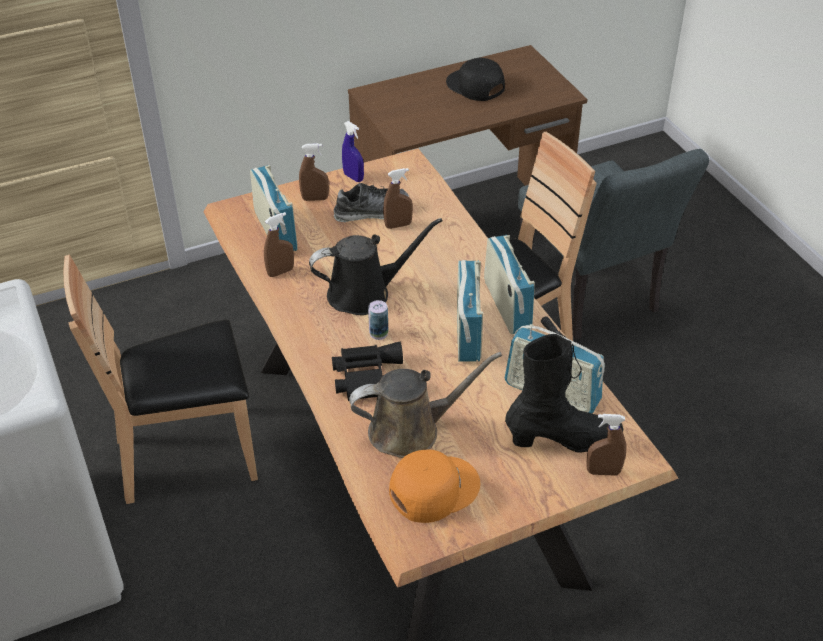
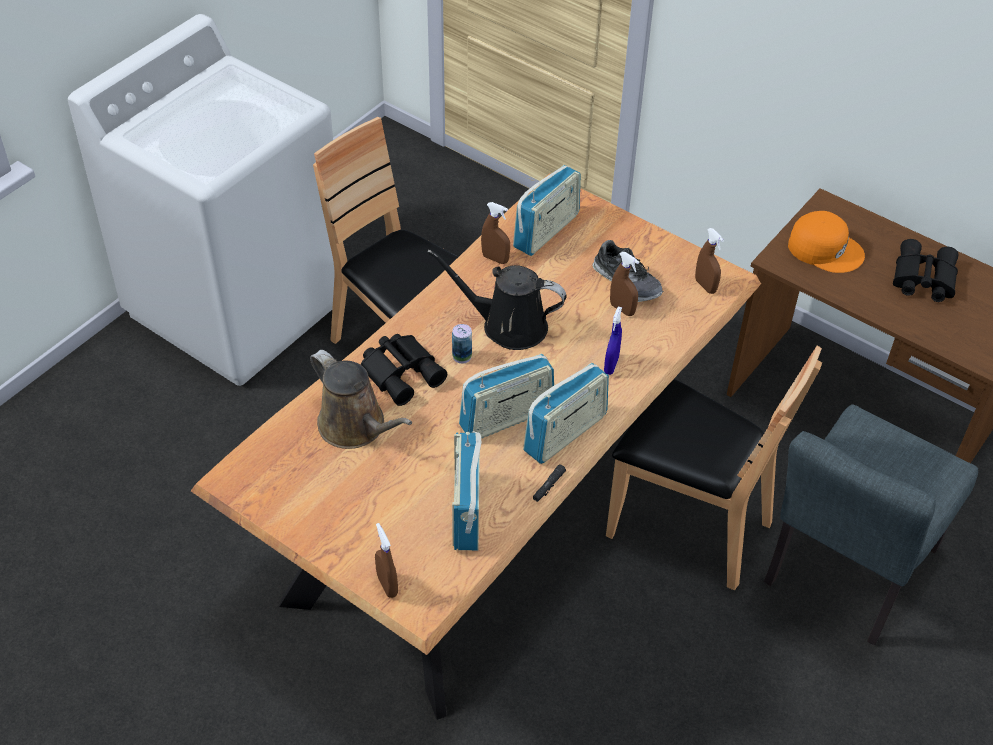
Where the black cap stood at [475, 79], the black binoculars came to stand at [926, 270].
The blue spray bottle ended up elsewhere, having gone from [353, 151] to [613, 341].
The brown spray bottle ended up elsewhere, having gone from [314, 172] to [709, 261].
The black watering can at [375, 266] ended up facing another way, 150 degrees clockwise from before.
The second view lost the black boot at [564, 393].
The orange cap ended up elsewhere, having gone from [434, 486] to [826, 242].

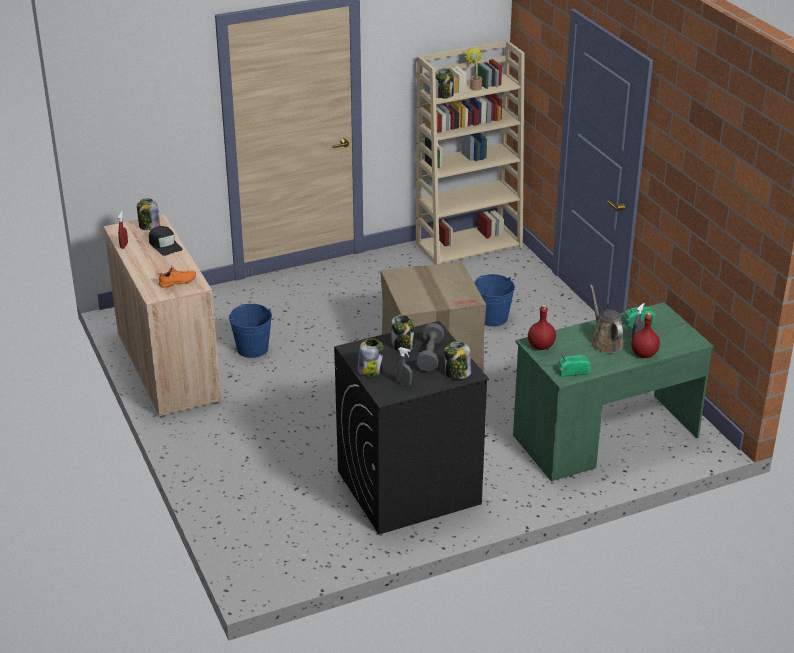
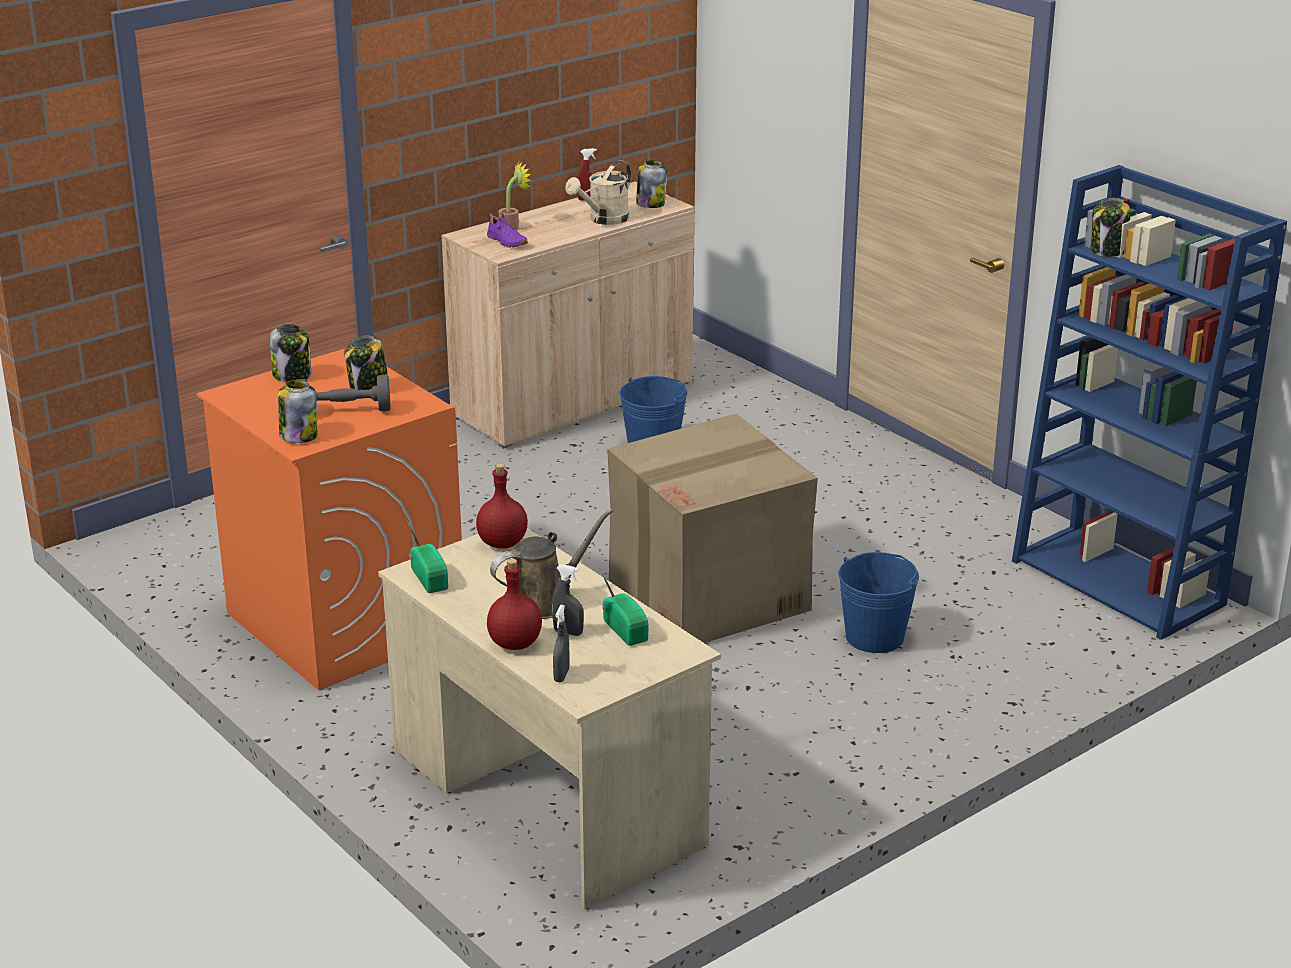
What was the beige bookcase at [470, 153] turned into the blue bookcase at [1149, 402].
The potted plant ended up elsewhere, having gone from [473, 69] to [515, 195].
Where the black cap stood at [165, 241], the beige watering can came to stand at [598, 192].
What was the orange shoe at [177, 276] turned into the purple shoe at [507, 229].
What was the green desk at [613, 391] turned into the beige desk at [549, 719].
What was the black washing machine at [411, 428] turned into the orange washing machine at [329, 519].
The grey spray bottle ended up elsewhere, having gone from [403, 366] to [561, 643].

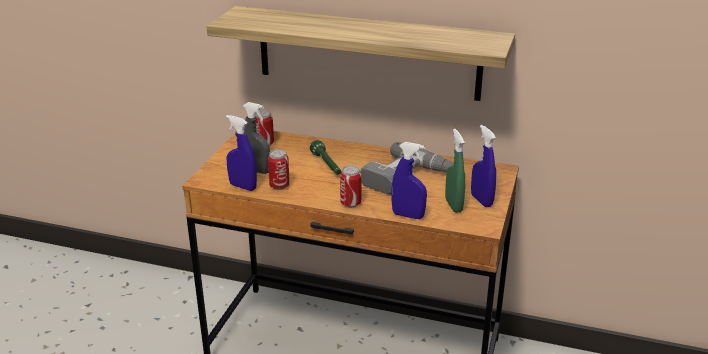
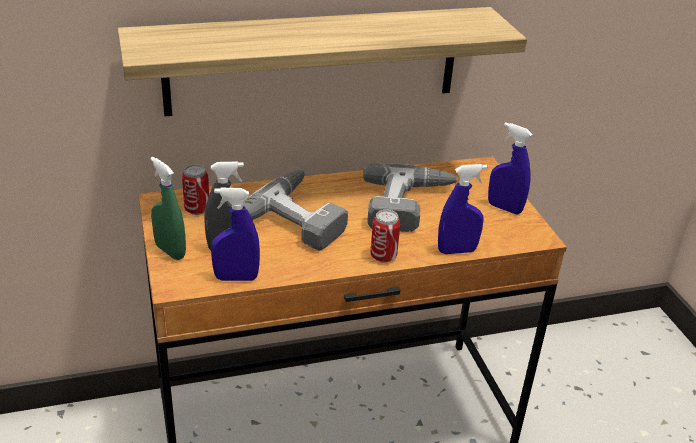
The green spray bottle ended up elsewhere, having gone from [455, 171] to [168, 208].
Where the green flashlight stood at [325, 157], the power drill came to stand at [295, 210].
The second view lost the can at [279, 169].

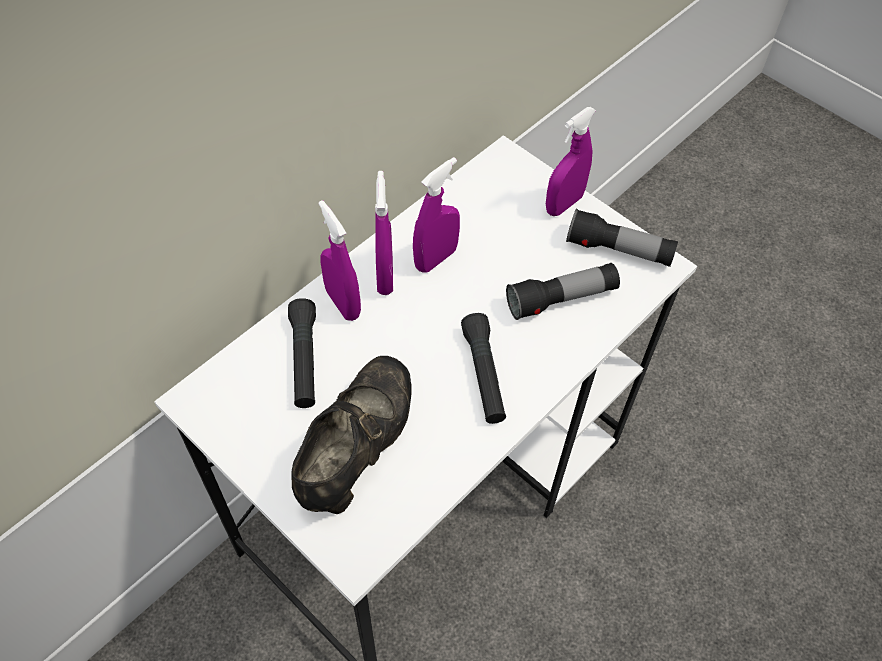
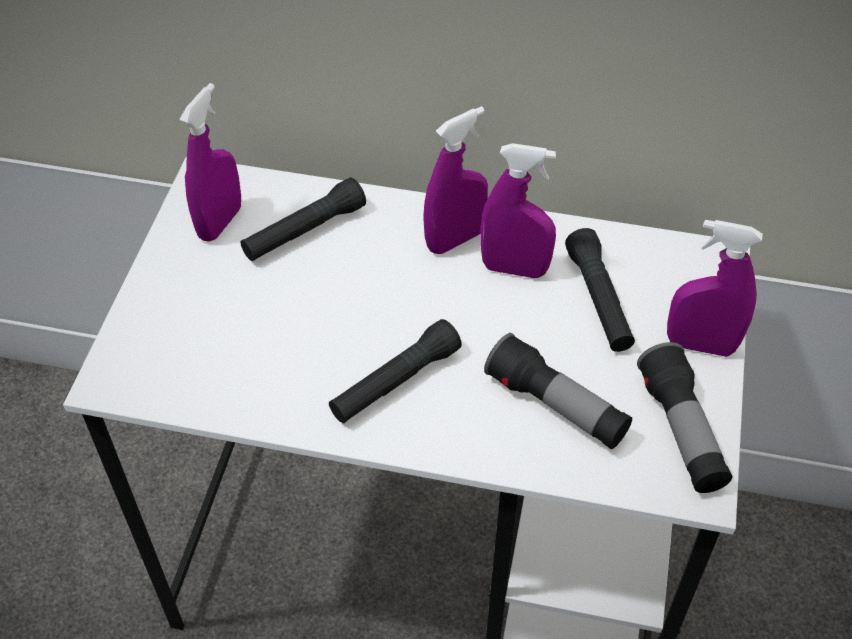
The purple spray bottle ended up elsewhere, having gone from [340, 260] to [210, 162].
The second view lost the black shoe at [351, 435].
The second view gained the black flashlight at [600, 290].

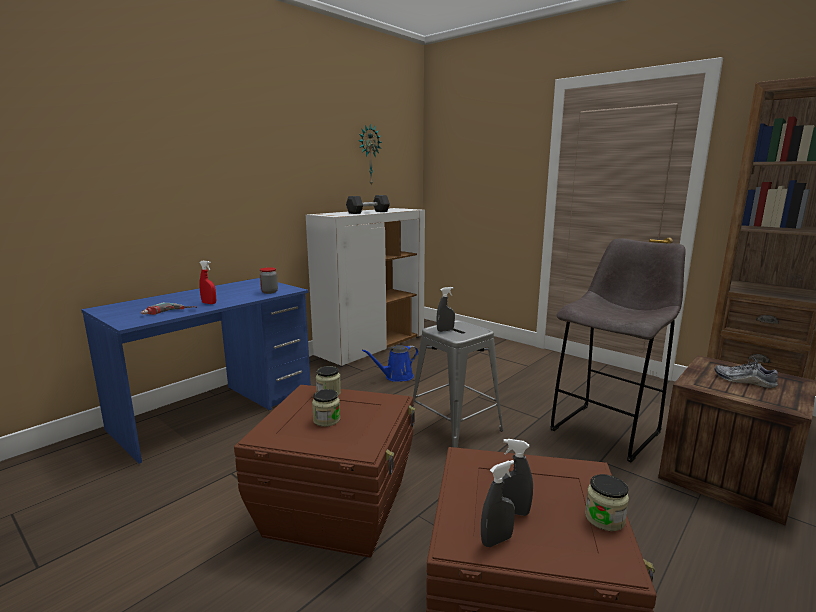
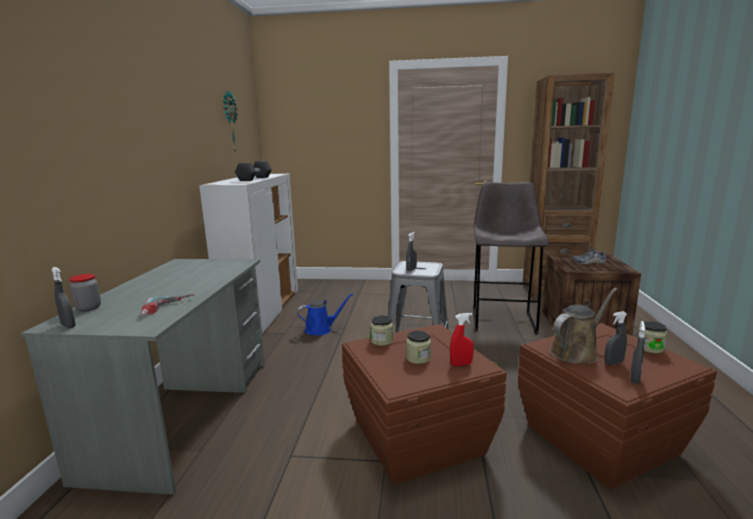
The red spray bottle ended up elsewhere, having gone from [207, 282] to [462, 339].
The jar ended up elsewhere, having gone from [269, 280] to [85, 293].
What was the blue desk at [196, 371] turned into the grey desk at [143, 377].
The blue watering can at [390, 363] ended up facing another way, 135 degrees counterclockwise from before.
The second view gained the grey spray bottle at [63, 297].
The second view gained the brown watering can at [584, 326].

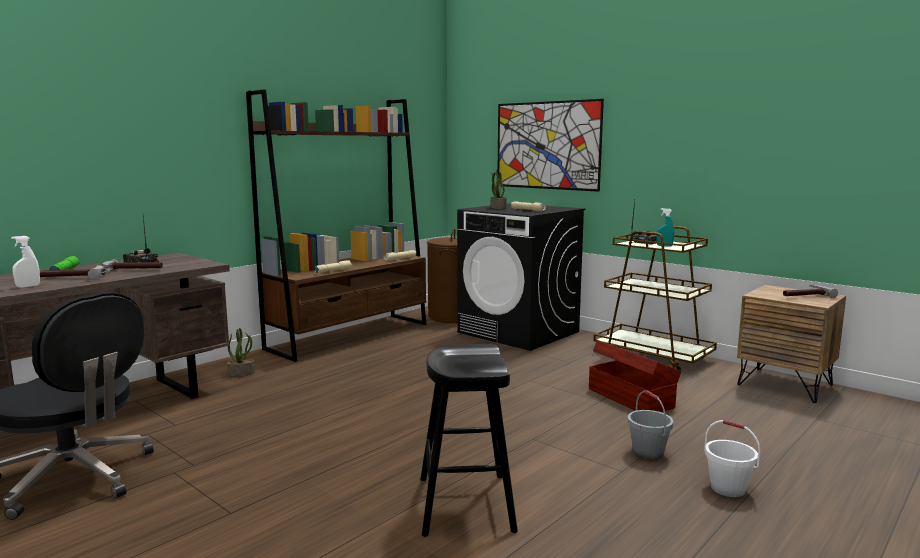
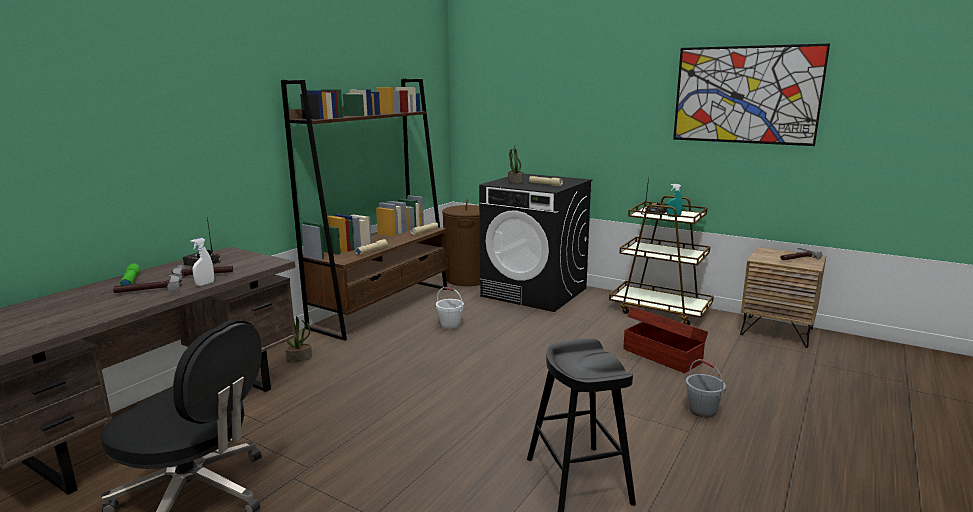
The picture ended up elsewhere, having gone from [550, 145] to [751, 94].
The white spray bottle ended up elsewhere, having gone from [25, 262] to [202, 262].
The white bucket ended up elsewhere, having gone from [732, 458] to [450, 308].

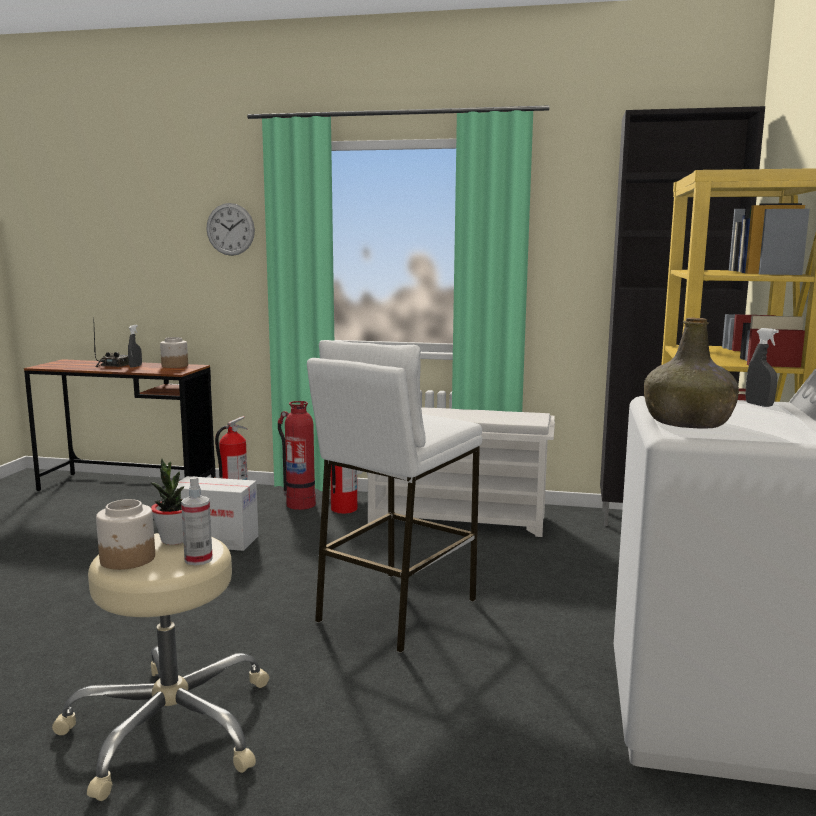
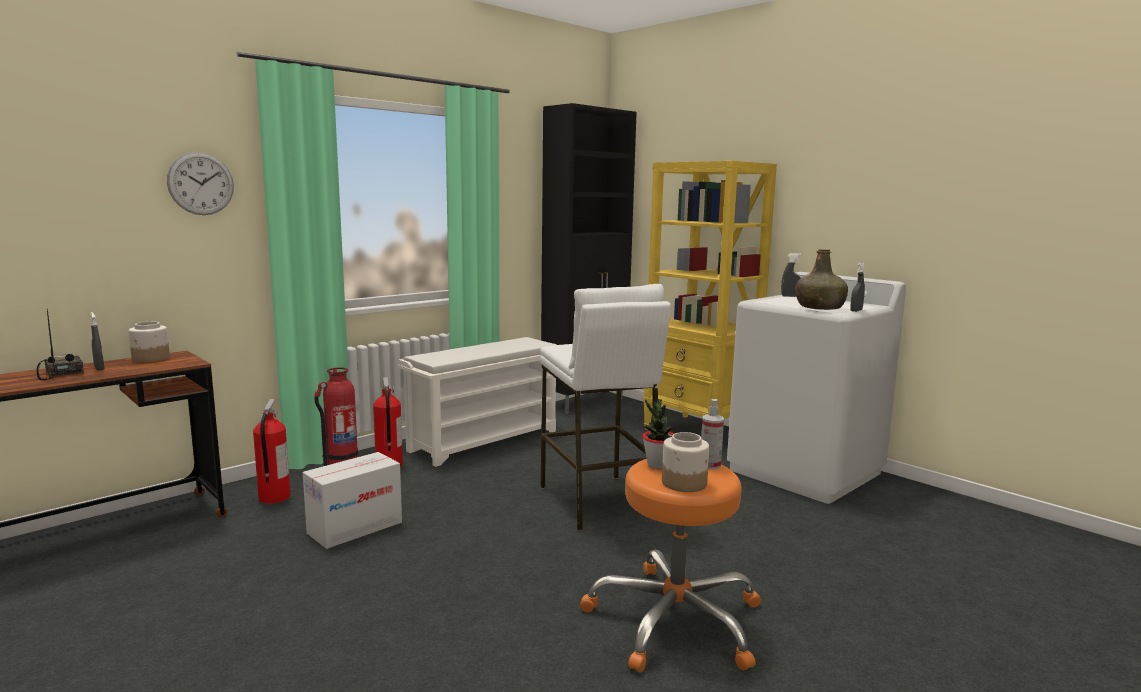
What was the beige stool at [160, 667] turned into the orange stool at [670, 566].
The second view gained the grey spray bottle at [857, 287].

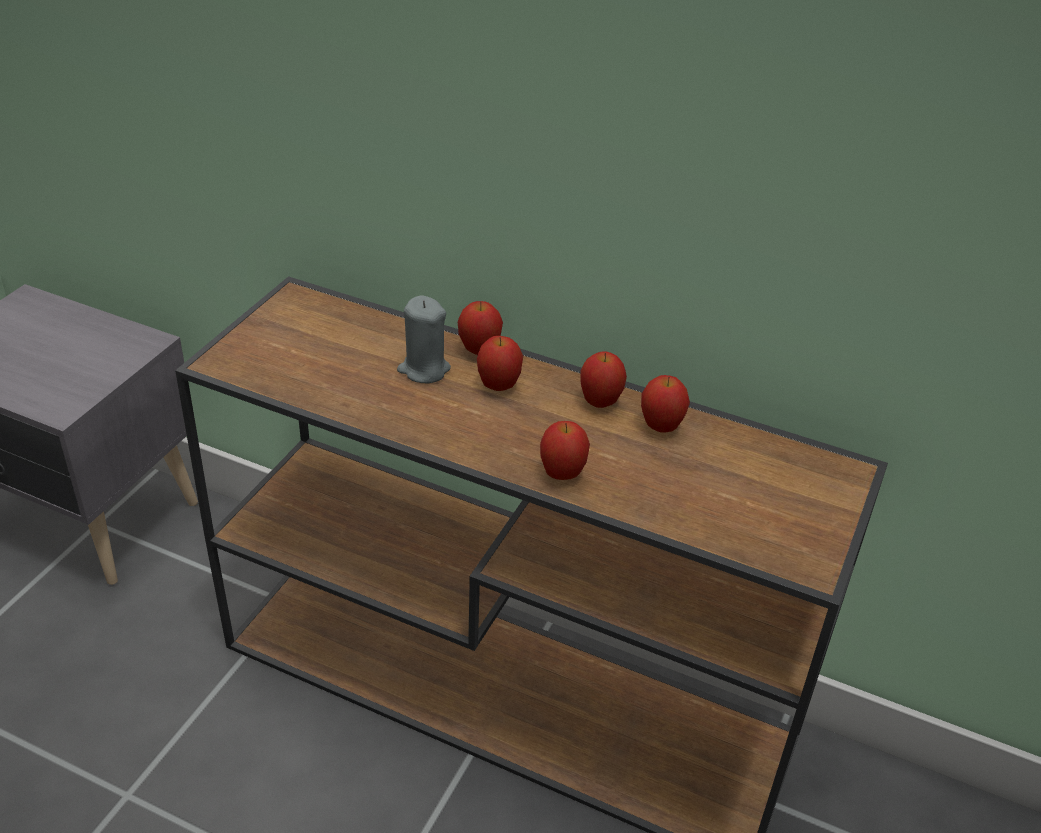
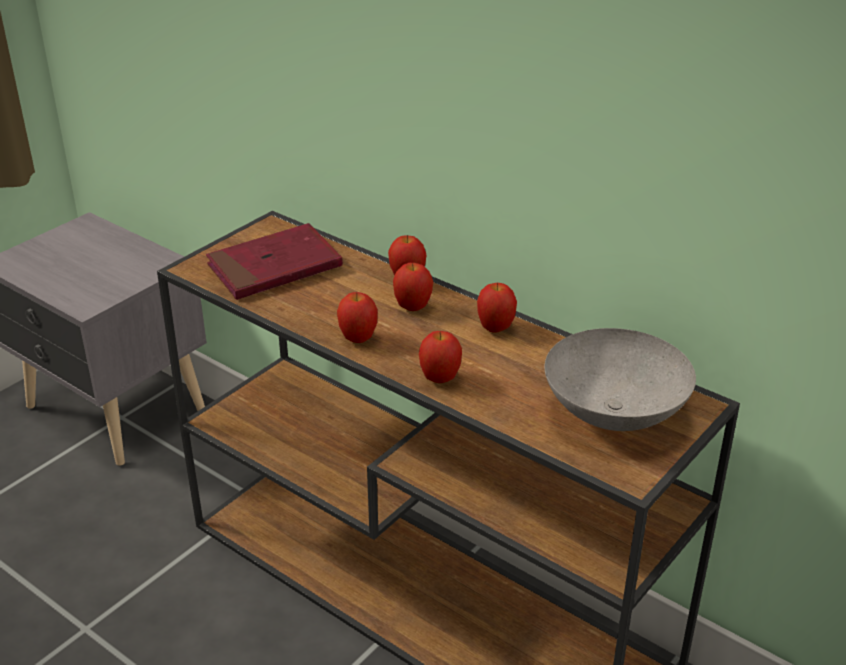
The second view lost the grey candle at [424, 339].
The apple ended up elsewhere, having gone from [665, 403] to [357, 317].
The second view gained the red book at [274, 261].
The second view gained the grey bowl at [620, 379].

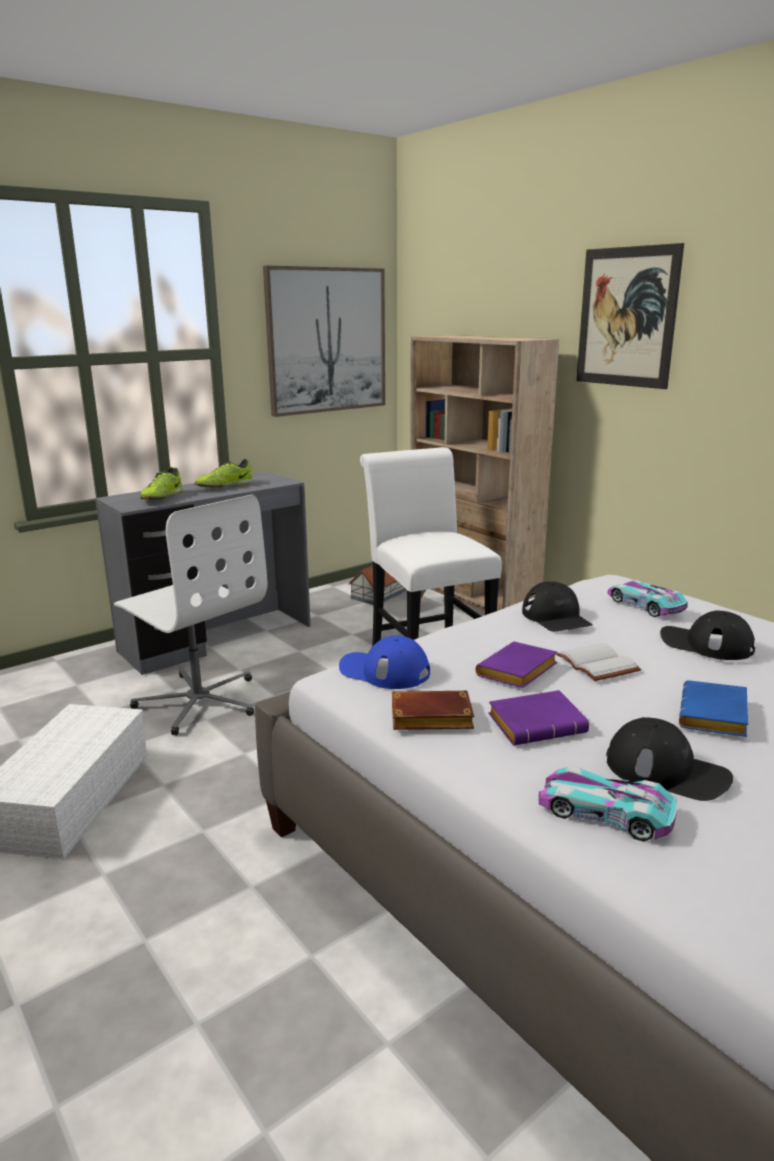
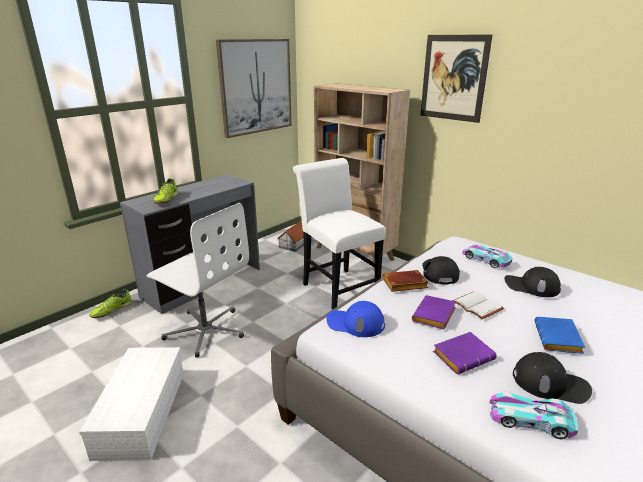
The shoe ended up elsewhere, having gone from [224, 473] to [111, 303].
The black cap at [557, 606] ended up facing another way, 150 degrees counterclockwise from before.
The brown book ended up elsewhere, having gone from [433, 710] to [405, 281].

